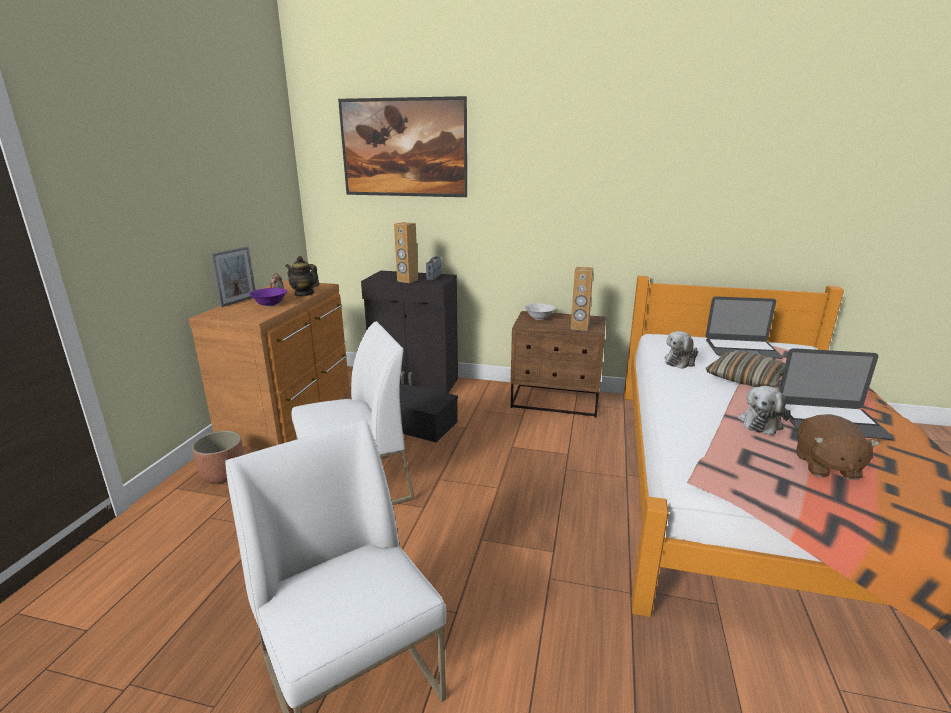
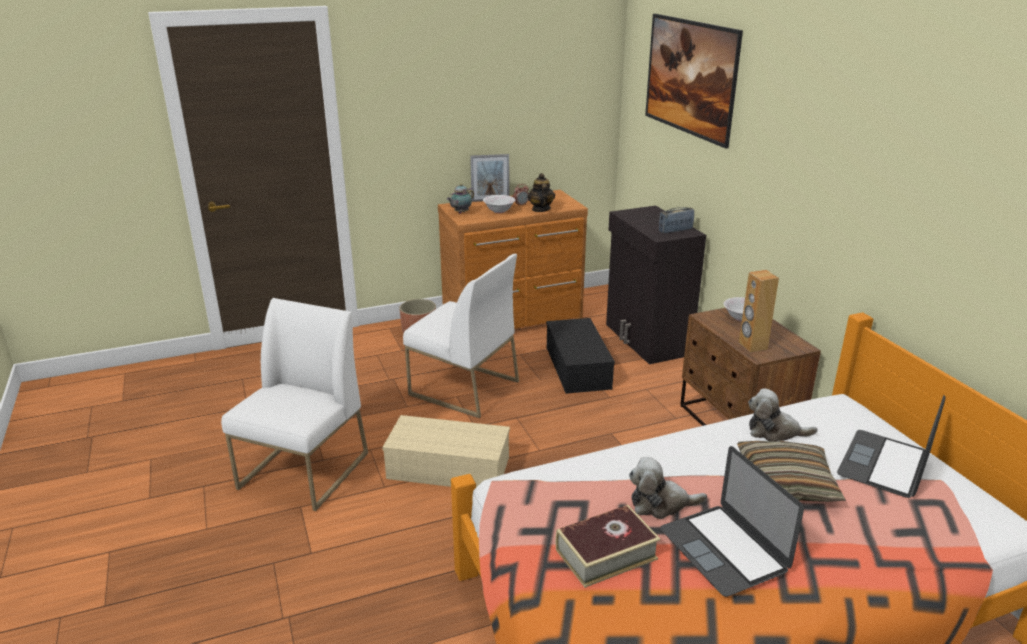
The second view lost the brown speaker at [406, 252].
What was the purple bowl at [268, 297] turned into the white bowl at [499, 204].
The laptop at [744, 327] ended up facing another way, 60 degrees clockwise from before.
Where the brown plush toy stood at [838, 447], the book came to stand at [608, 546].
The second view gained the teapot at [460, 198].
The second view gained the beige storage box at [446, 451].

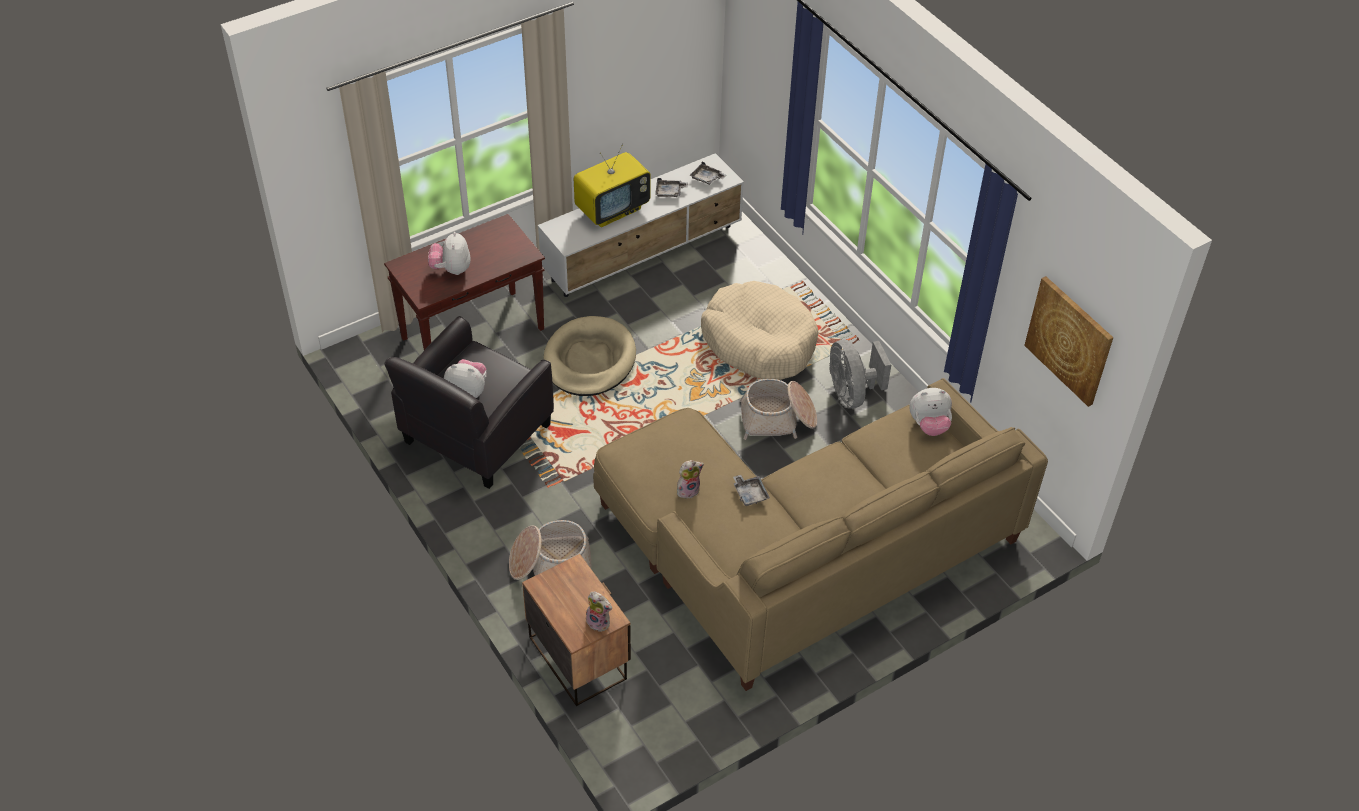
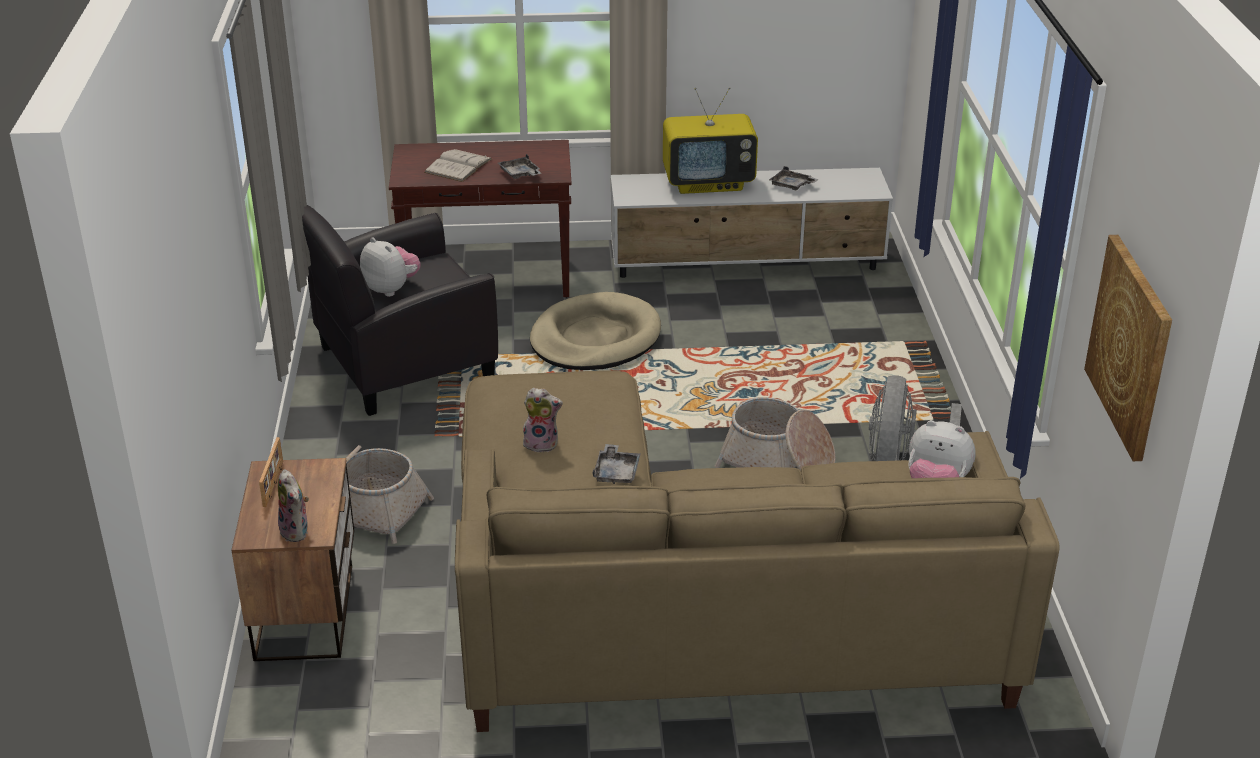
The grey tray ended up elsewhere, having gone from [707, 173] to [519, 166].
Where the plush toy stood at [449, 253], the white book came to stand at [458, 165].
The second view lost the beige dog bed at [759, 330].
The second view gained the picture frame at [271, 472].

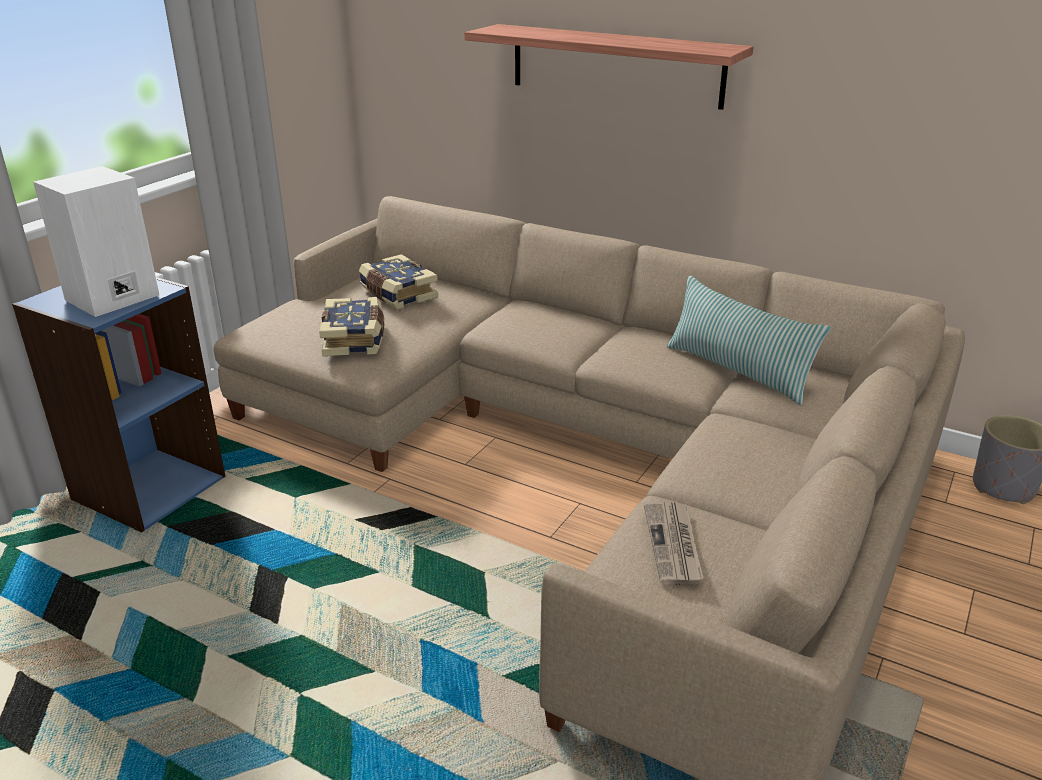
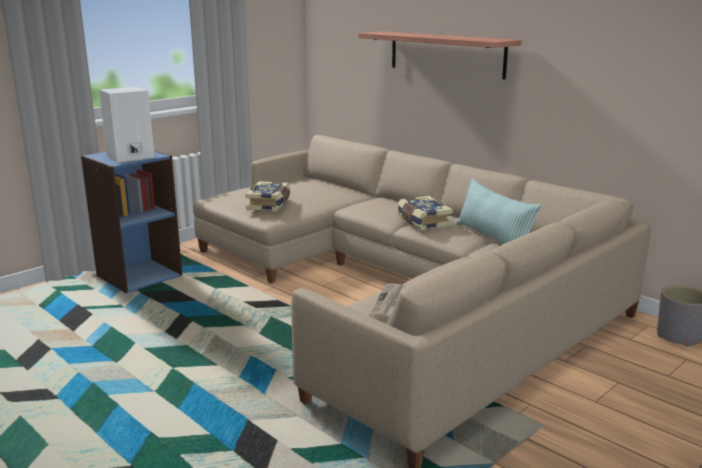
The book ended up elsewhere, having gone from [398, 281] to [425, 213].

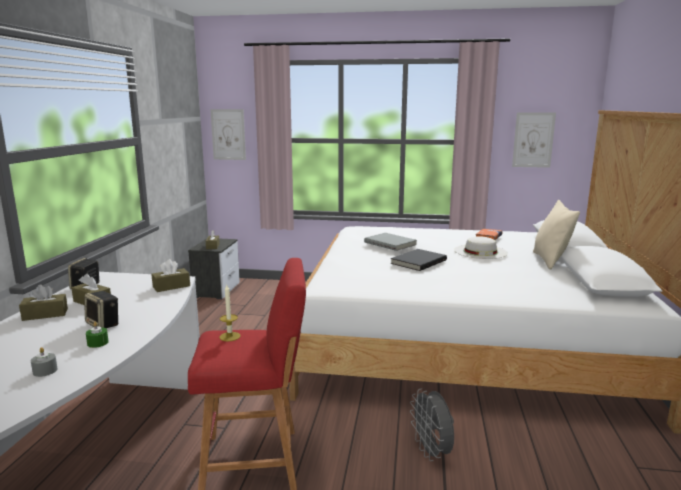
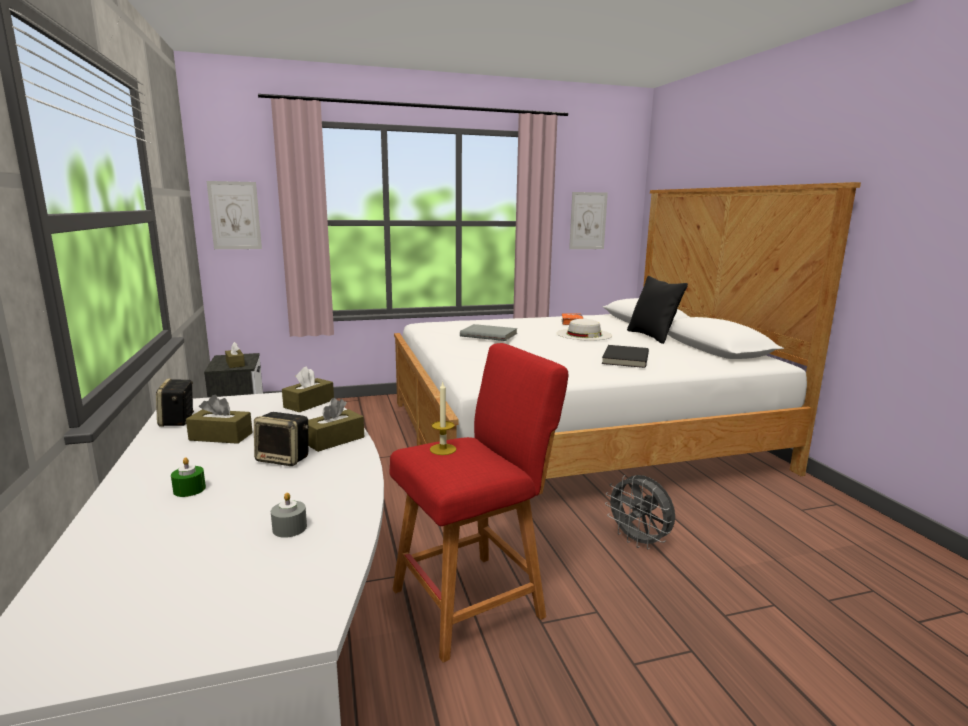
What was the beige pillow at [556, 235] turned into the black pillow at [657, 310].
The black book ended up elsewhere, having gone from [419, 260] to [625, 356].
The brown tissue box ended up elsewhere, having gone from [43, 303] to [336, 425].
The green candle ended up elsewhere, having gone from [97, 335] to [188, 477].

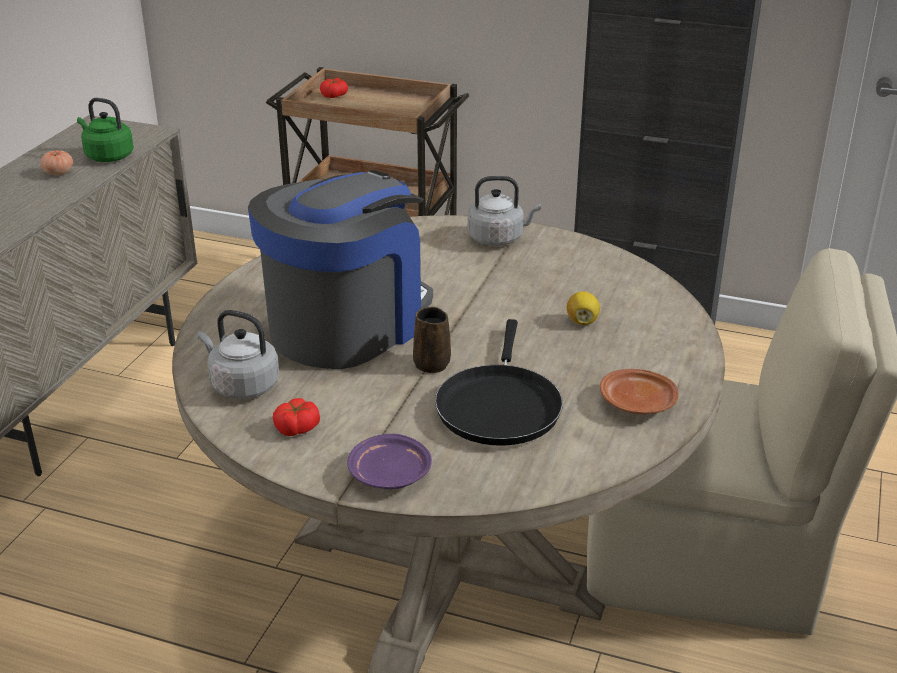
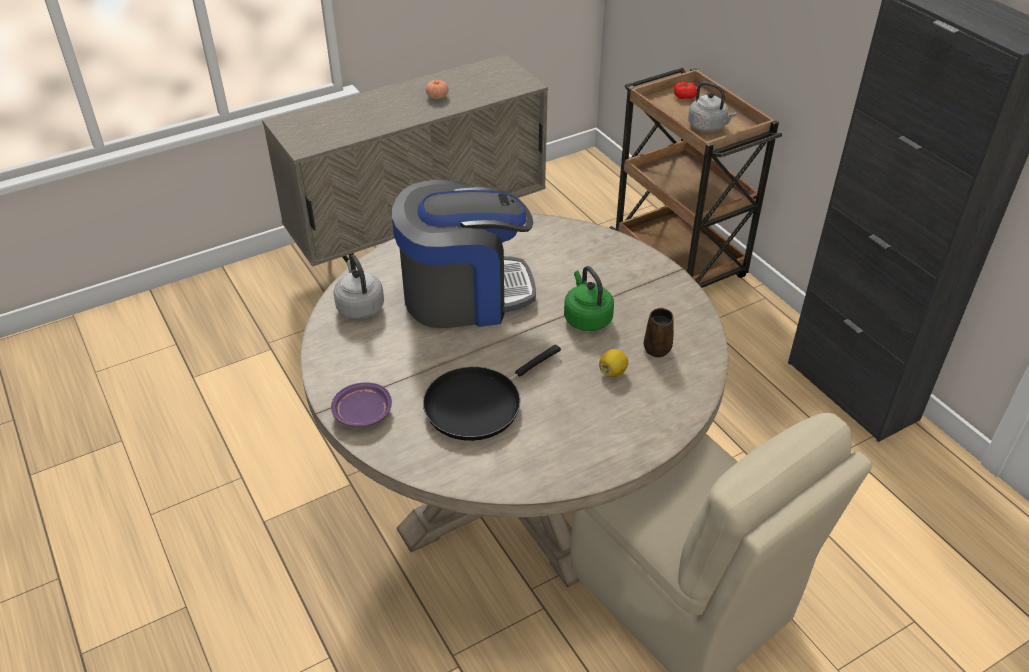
The green kettle ended up elsewhere, having gone from [105, 130] to [589, 298].
The grey kettle ended up elsewhere, having gone from [504, 211] to [712, 107].
The brown mug ended up elsewhere, having gone from [432, 340] to [659, 333].
The second view lost the brown plate at [639, 391].
The second view lost the tomato at [296, 417].

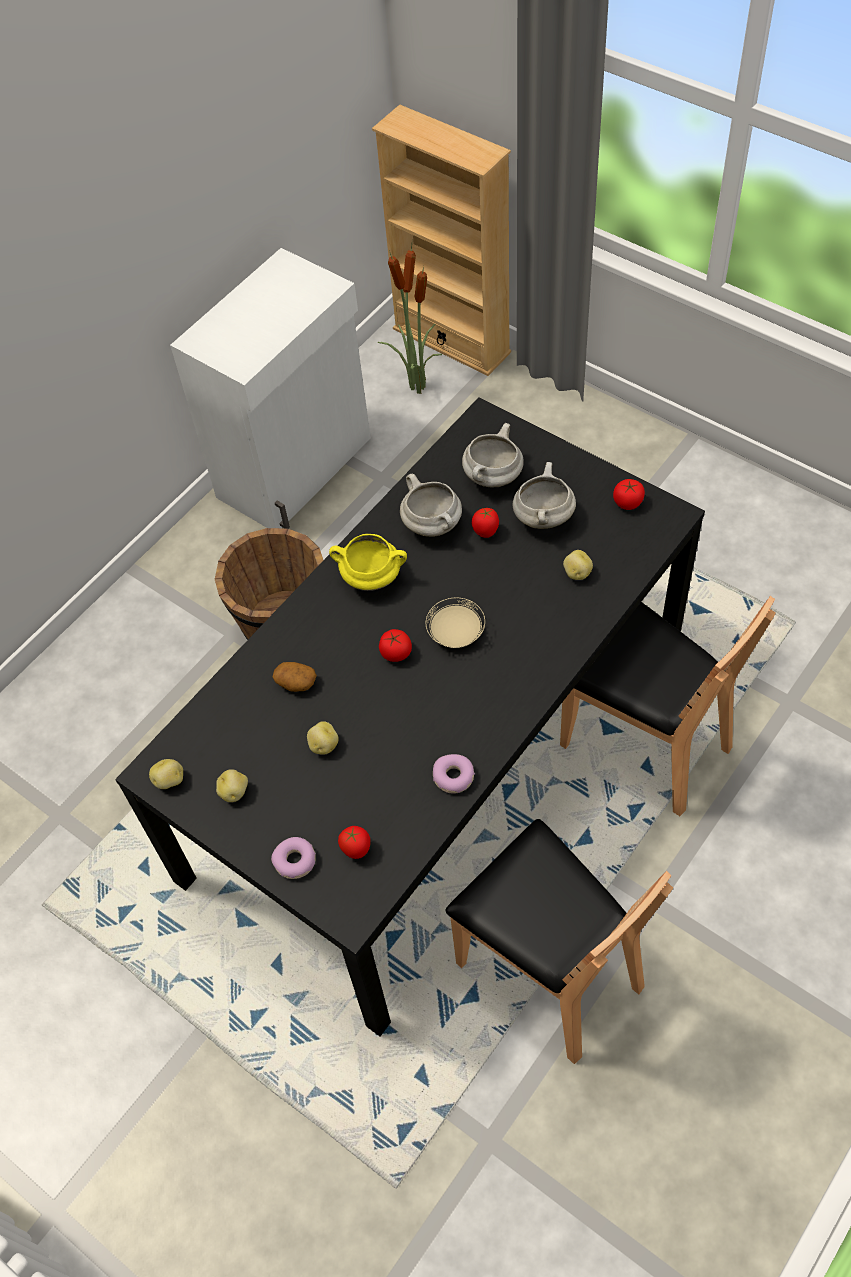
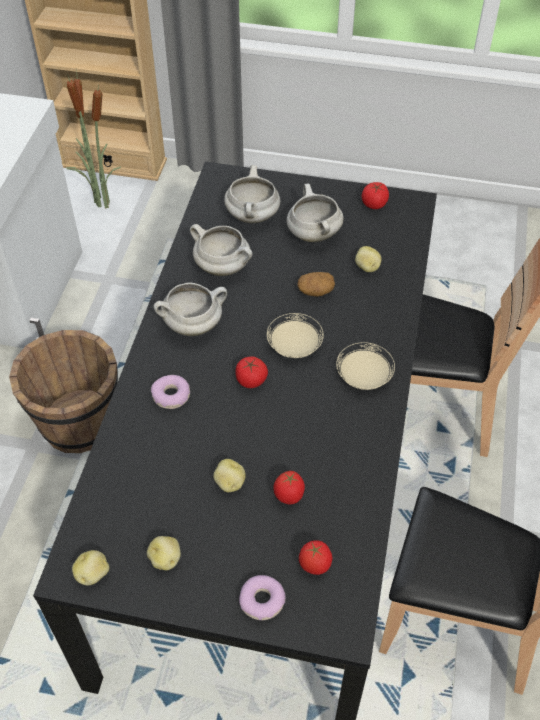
The tomato ended up elsewhere, having gone from [485, 523] to [289, 487].
What was the yellow cooking pot at [368, 562] turned into the white cooking pot at [190, 309].
The potato ended up elsewhere, having gone from [295, 677] to [316, 284].
The donut ended up elsewhere, having gone from [454, 774] to [170, 392].
The second view gained the beige plate at [365, 366].

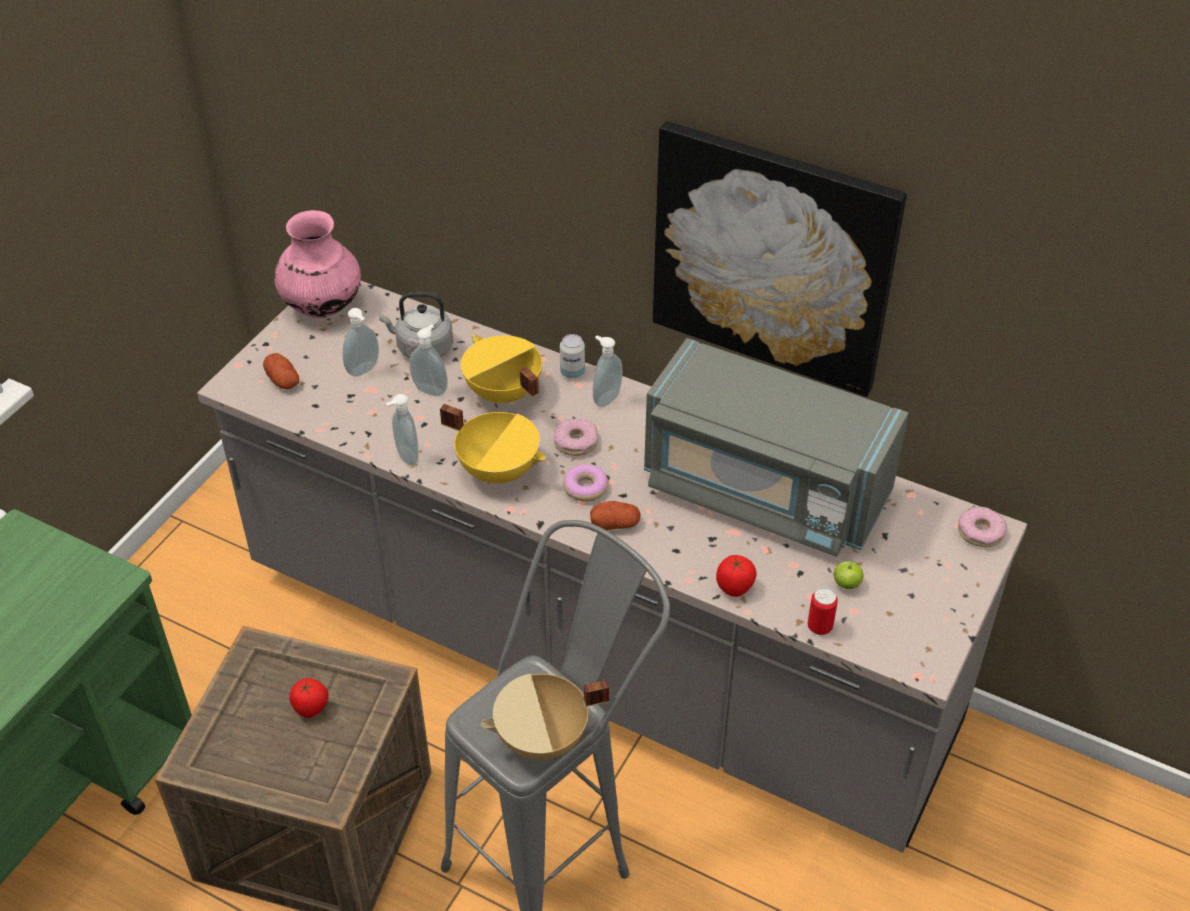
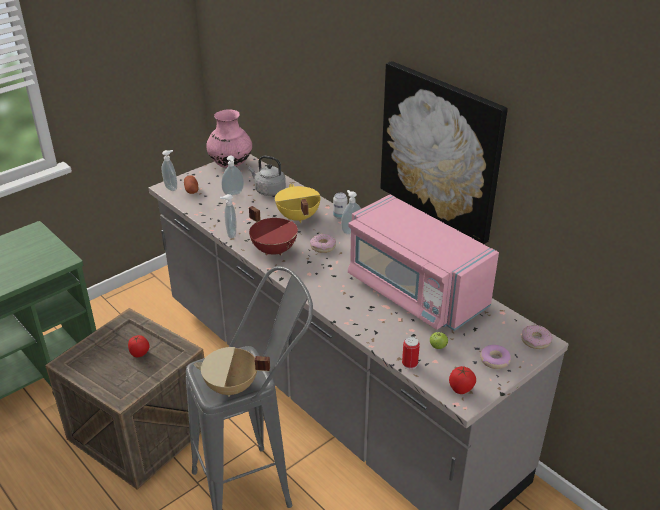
The soap dispenser ended up elsewhere, having gone from [428, 360] to [169, 170].
What was the grey microwave at [776, 447] turned into the pink microwave at [423, 262].
What was the yellow cooking pot at [493, 444] turned into the red cooking pot at [273, 231].
The donut ended up elsewhere, having gone from [586, 483] to [495, 357].
The second view lost the potato at [615, 515].
The tomato ended up elsewhere, having gone from [736, 576] to [462, 380].

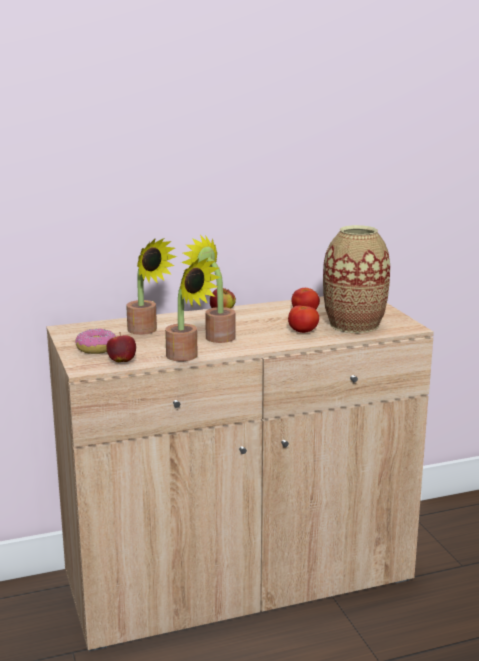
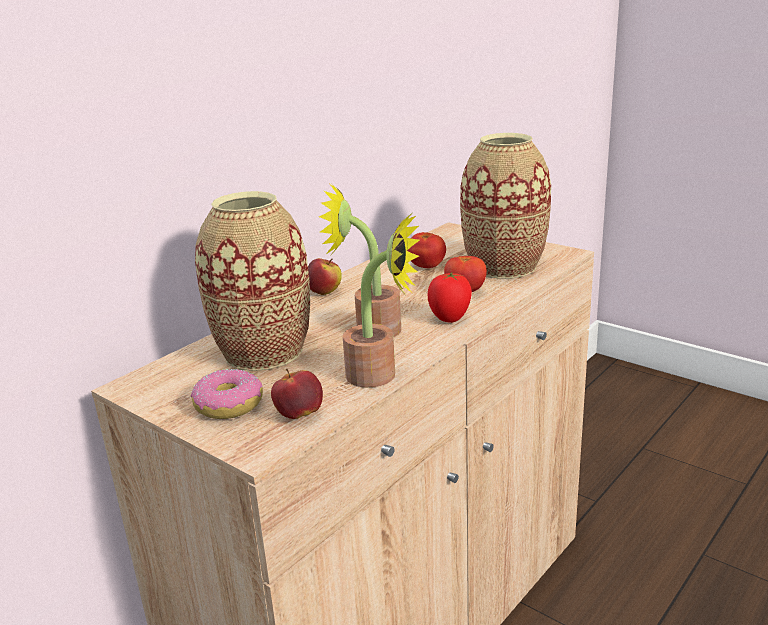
Where the potted plant stood at [151, 286], the vase came to stand at [252, 281].
The second view gained the tomato at [449, 298].

